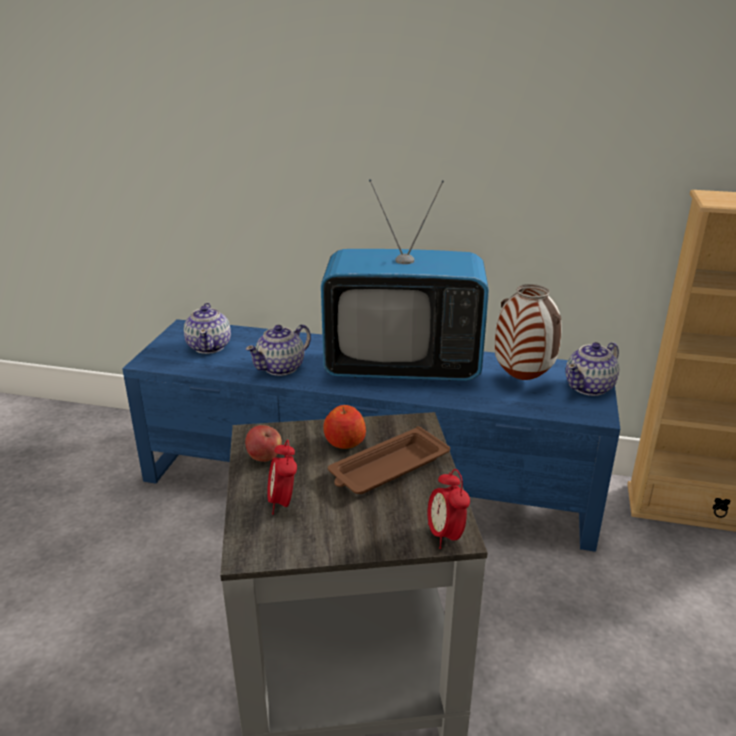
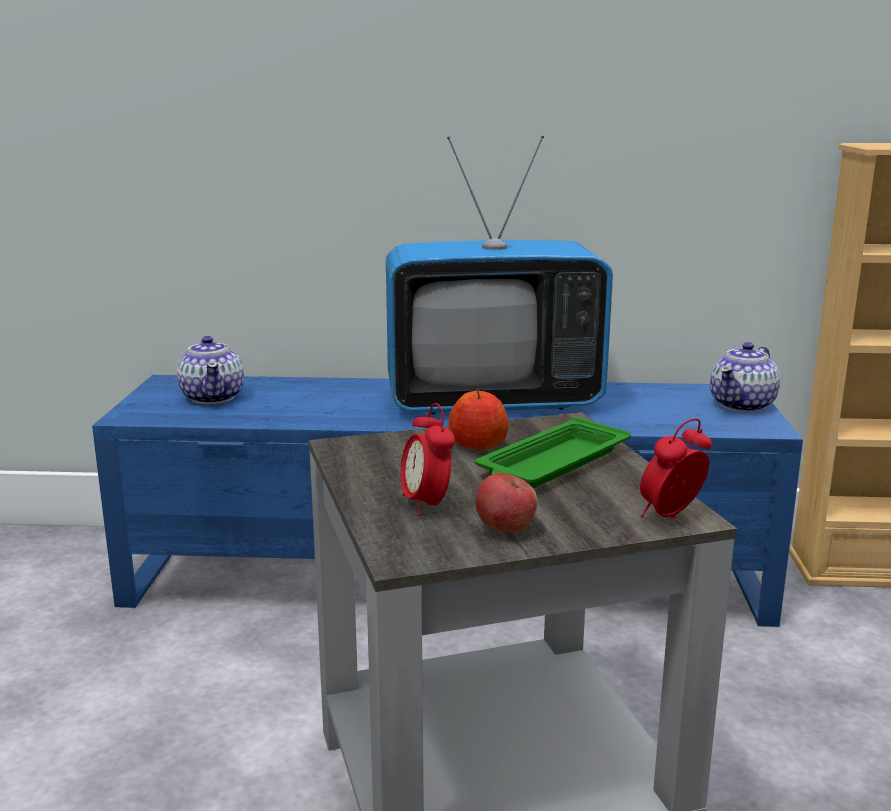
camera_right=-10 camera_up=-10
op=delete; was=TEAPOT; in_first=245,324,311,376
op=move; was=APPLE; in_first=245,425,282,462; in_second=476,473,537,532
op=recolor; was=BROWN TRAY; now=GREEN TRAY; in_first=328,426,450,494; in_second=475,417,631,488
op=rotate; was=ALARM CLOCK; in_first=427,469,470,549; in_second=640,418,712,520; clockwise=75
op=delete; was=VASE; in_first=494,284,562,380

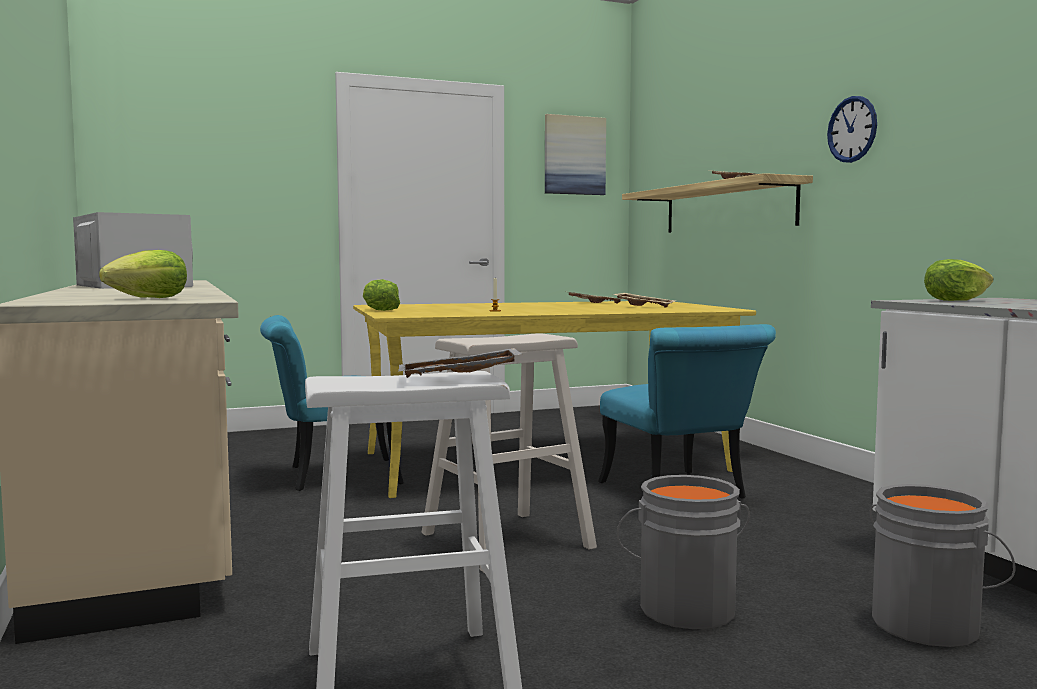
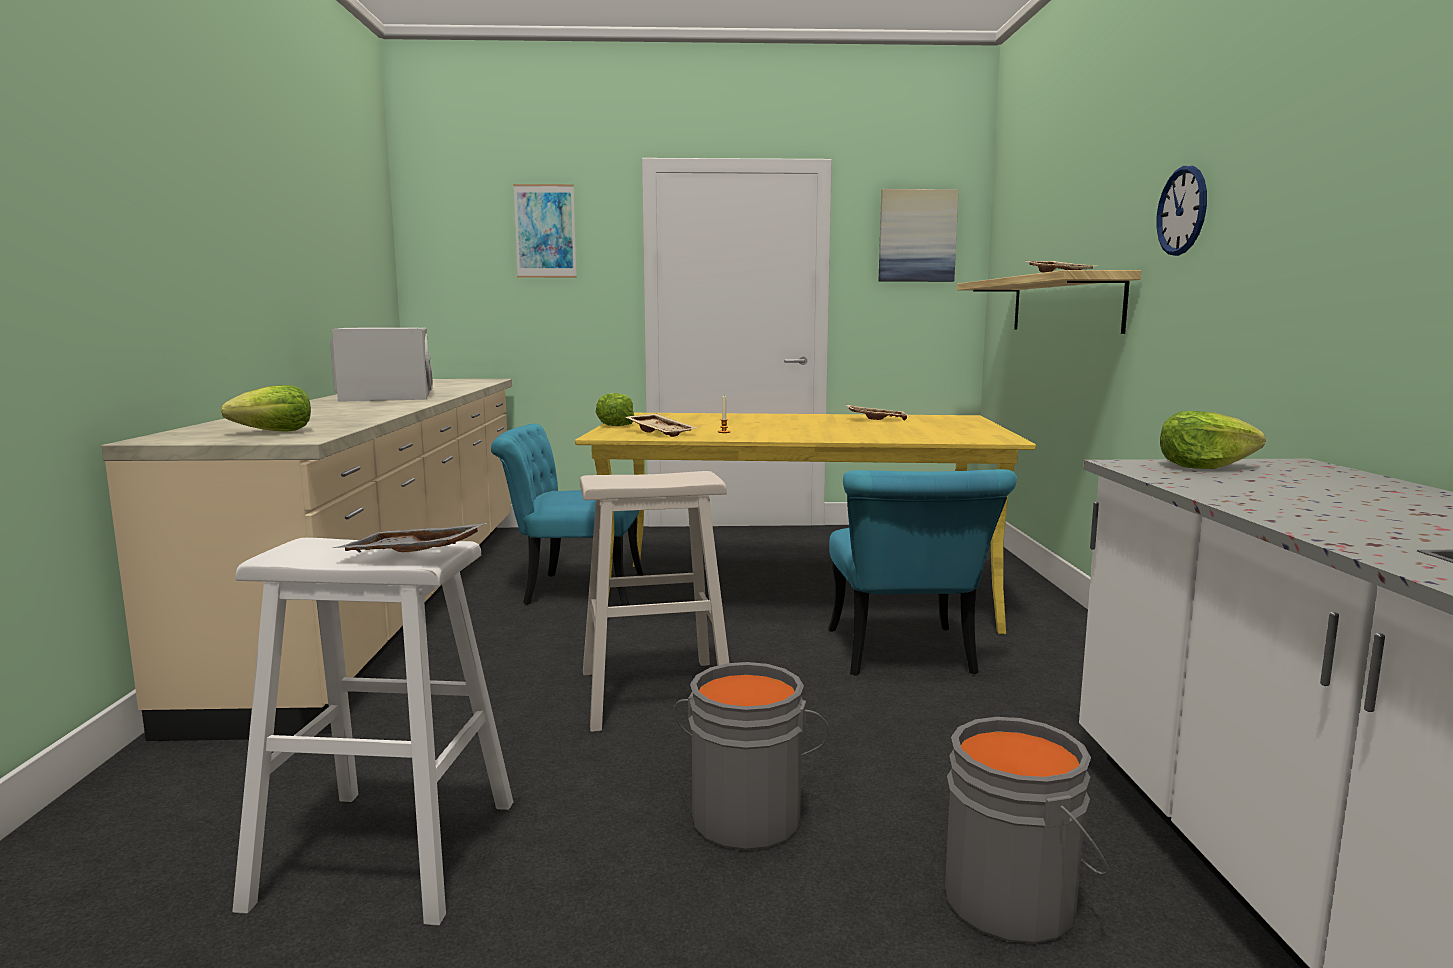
camera_right=20 camera_up=5
op=move; was=BEIGE TRAY; in_first=613,293,676,307; in_second=626,414,698,437
op=insert; now=PICTURE; in_second=513,184,577,278

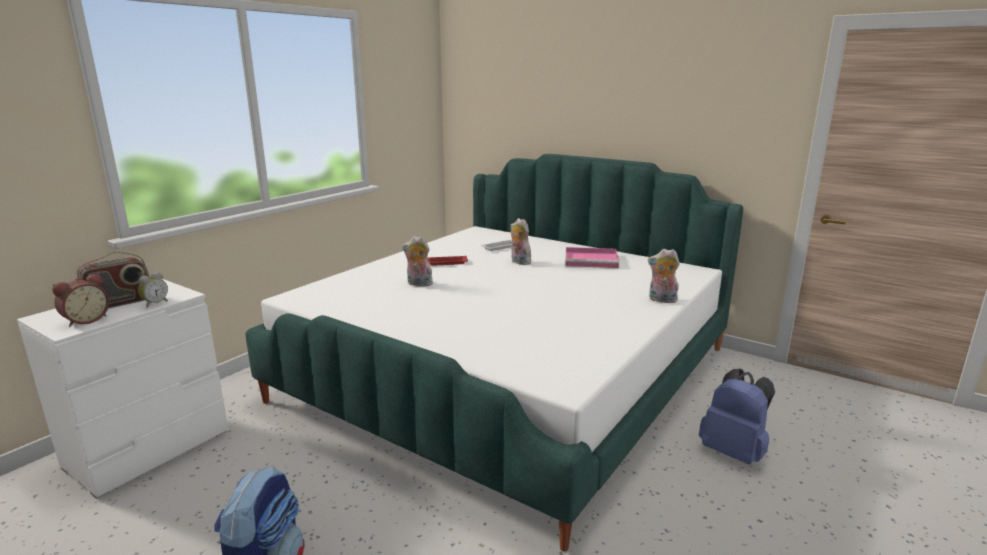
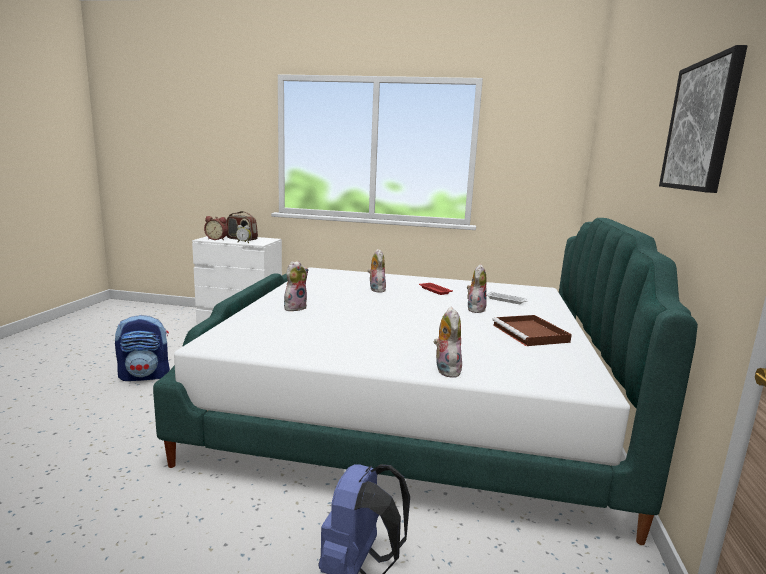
camera_right=65 camera_up=-5
op=recolor; was=PINK TRAY; now=BROWN TRAY; in_first=566,247,619,268; in_second=492,315,572,346
op=insert; now=PLUSH TOY; in_second=284,261,308,311
op=insert; now=PICTURE; in_second=659,45,747,193

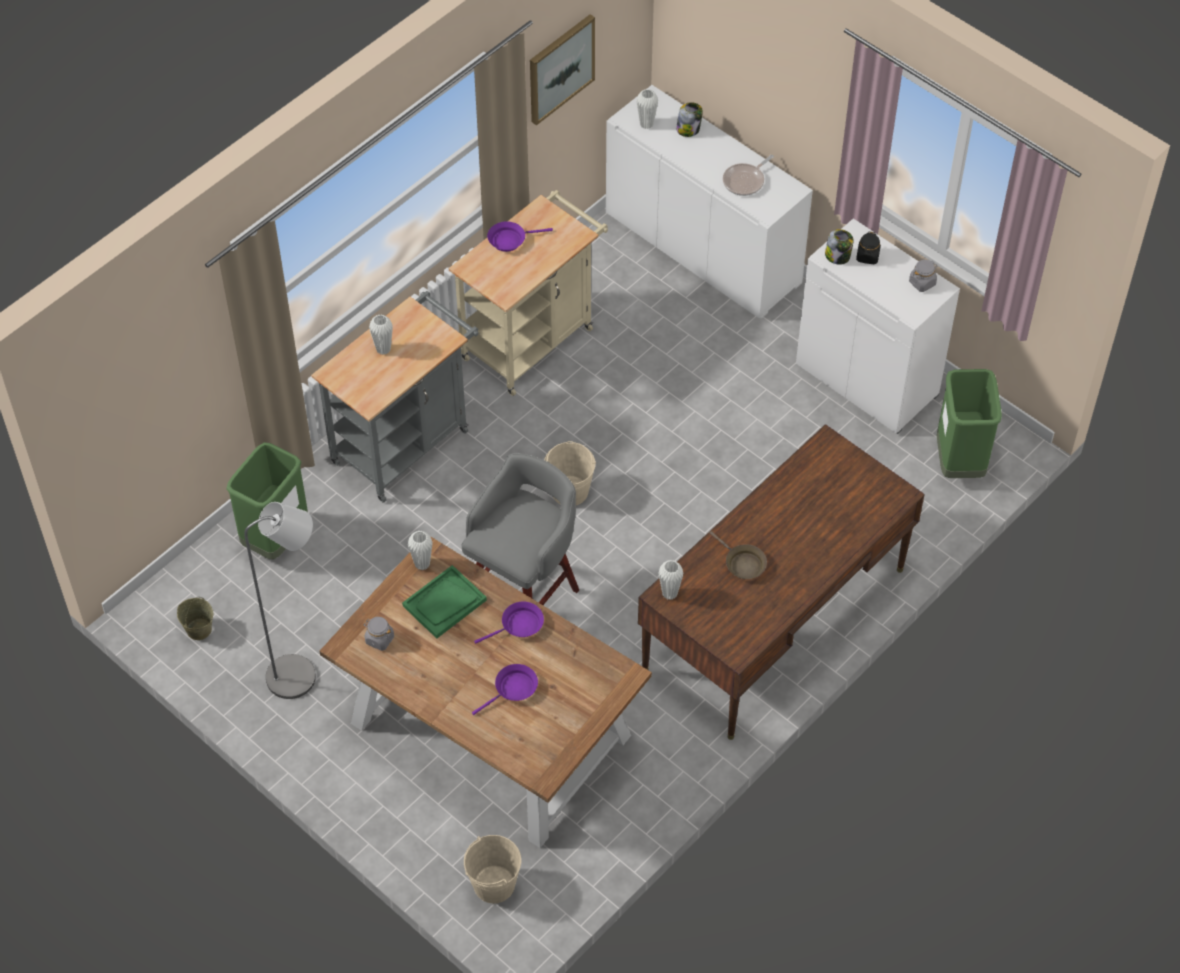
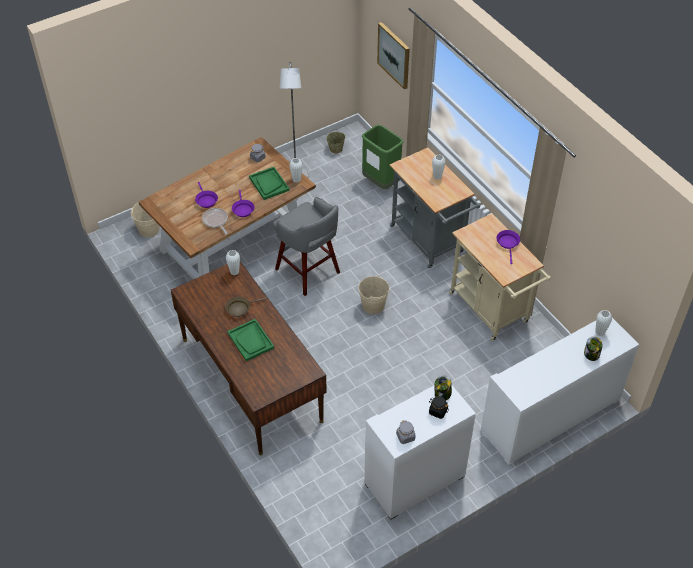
camera_right=105 camera_up=-5
op=move; was=PICTURE; in_first=530,14,595,126; in_second=377,22,410,89
op=move; was=FRYING PAN; in_first=723,155,774,196; in_second=202,208,228,234
op=delete; was=GREEN TRASH CAN; in_first=937,369,1002,478
op=insert; now=GREEN TRAY; in_second=227,319,274,361

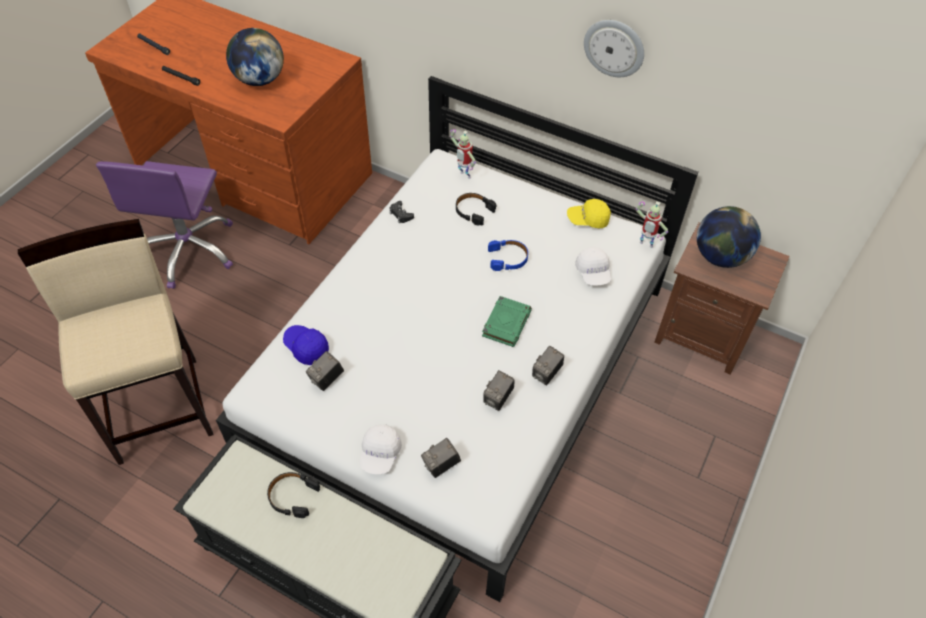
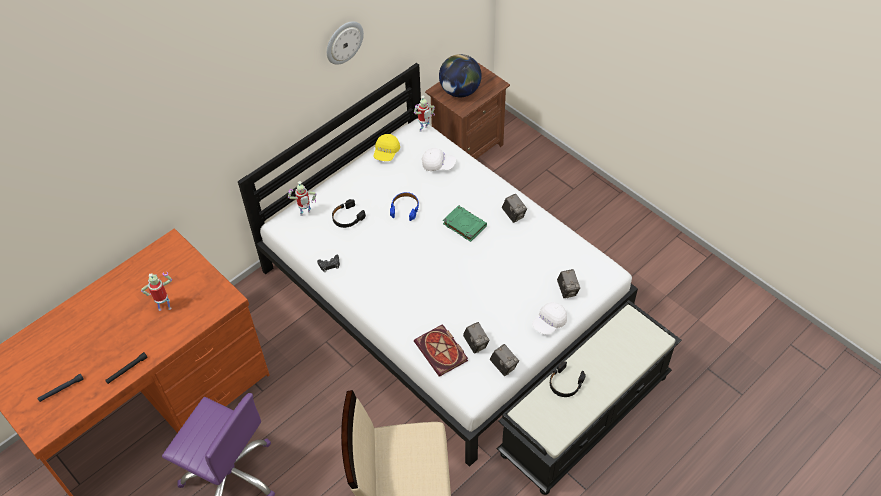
camera_right=-70 camera_up=0
op=replace; was=GLOBE; now=TOY ROBOT; in_first=226,28,284,86; in_second=141,272,172,311
op=replace; was=BLUE CAP; now=BOOK; in_first=283,325,329,365; in_second=414,324,468,377
op=rotate; was=WHITE CAP; in_first=360,424,402,475; in_second=532,302,567,335; clockwise=105
op=move; was=PHOTO CAMERA; in_first=483,370,514,411; in_second=490,344,519,376

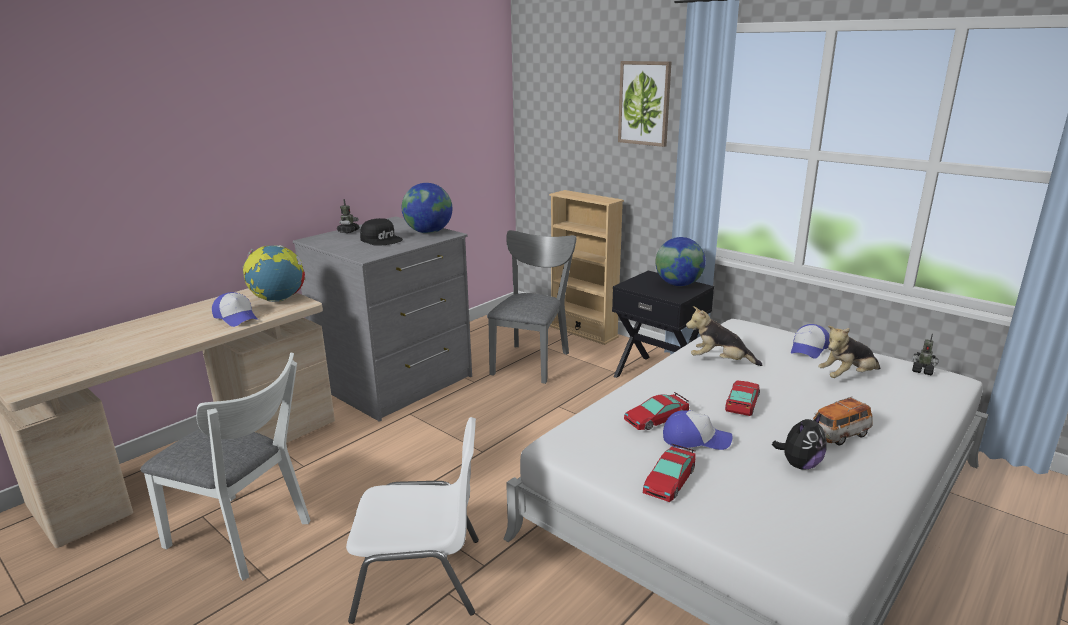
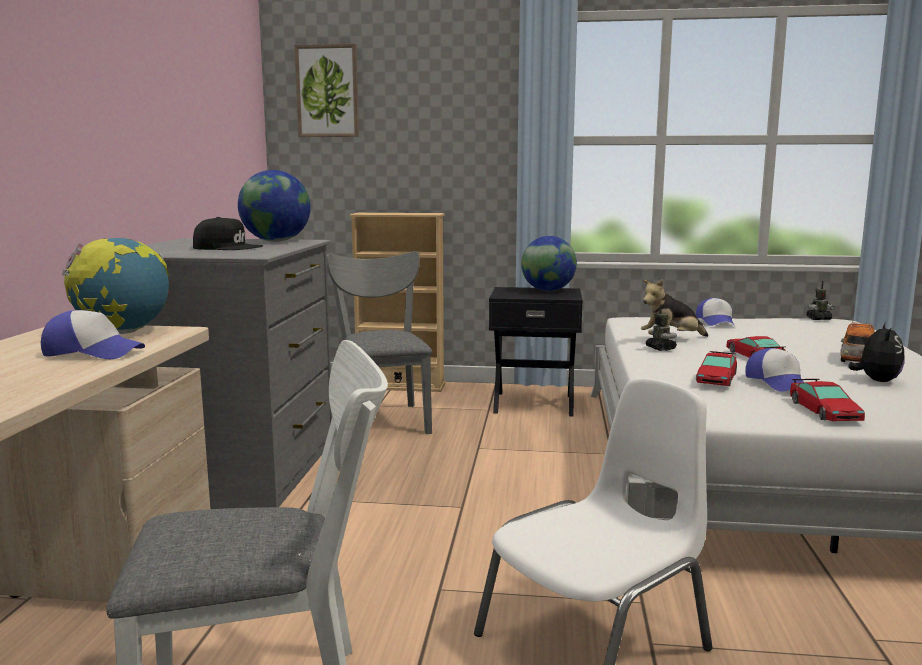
camera_right=-35 camera_up=-10
op=move; was=TOY ROBOT; in_first=337,199,359,233; in_second=646,304,677,351
op=move; was=PICTURE; in_first=618,61,671,147; in_second=294,44,359,137
op=rotate; was=CAP; in_first=663,410,733,450; in_second=745,348,803,392; clockwise=105
op=delete; was=PLUSH TOY; in_first=818,326,880,378

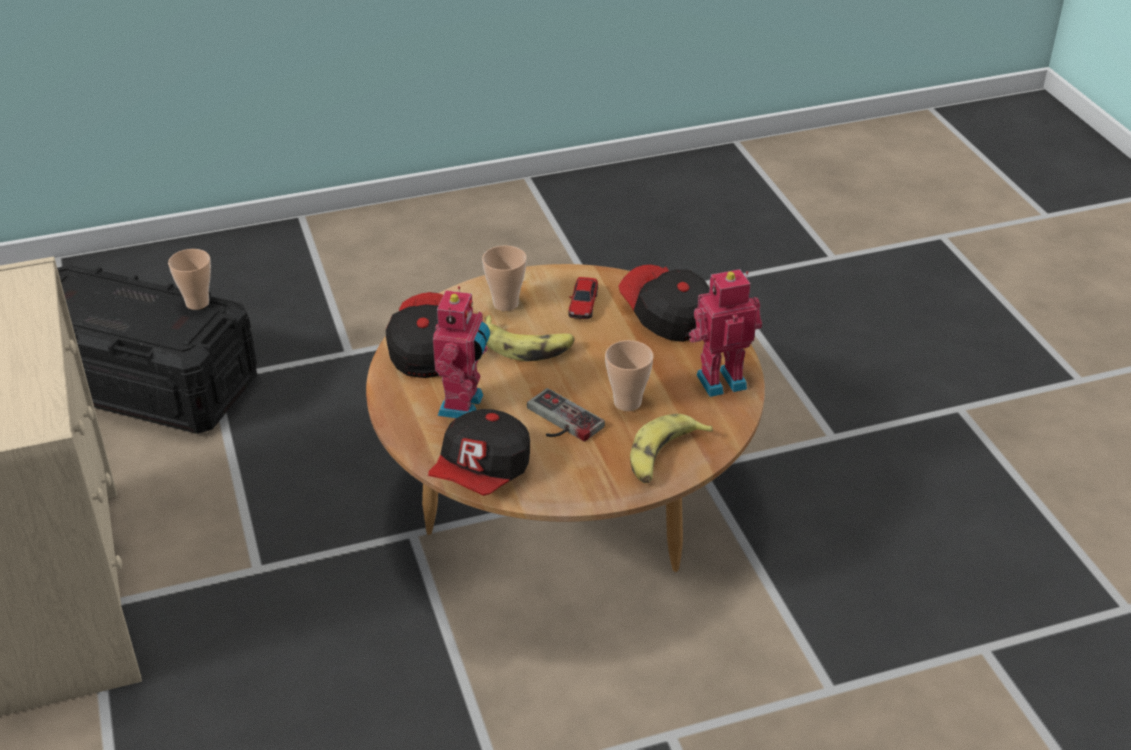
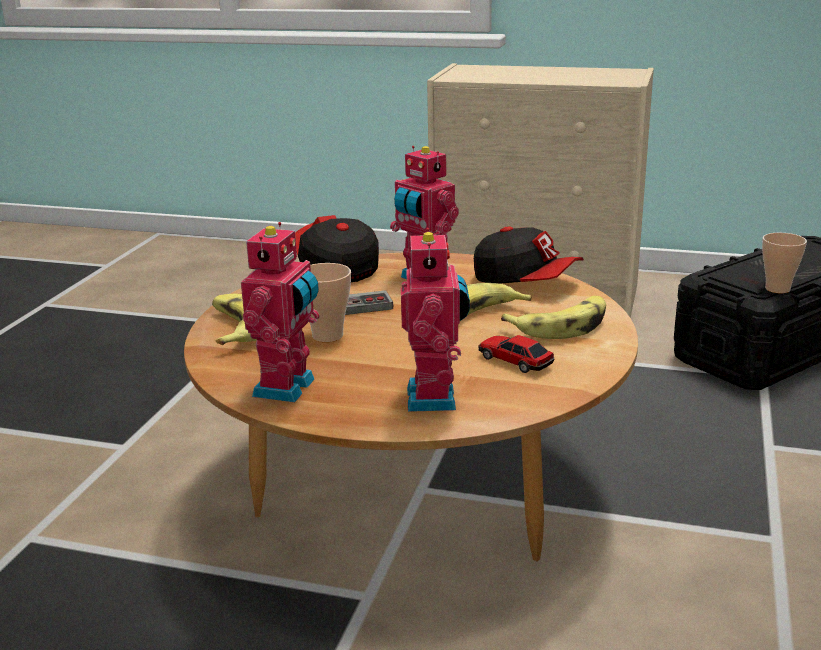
camera_right=125 camera_up=-15
op=replace; was=CUP; now=BANANA; in_first=482,245,527,311; in_second=501,296,606,339
op=replace; was=CAP; now=TOY ROBOT; in_first=618,265,709,342; in_second=401,228,470,412

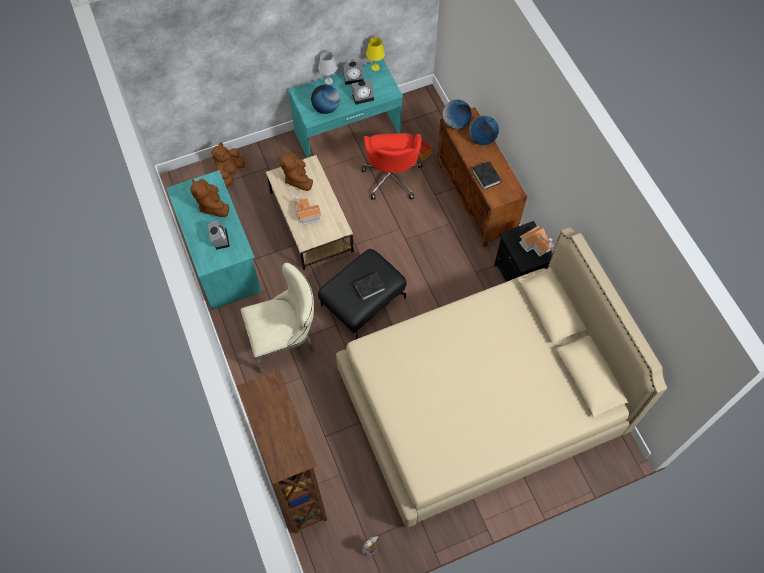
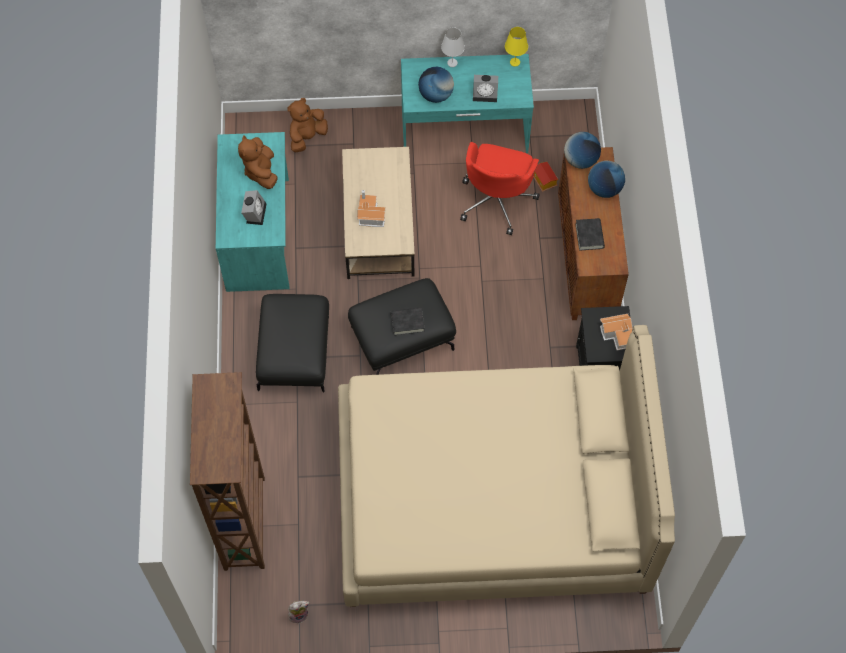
camera_right=20 camera_up=0
op=replace; was=BEIGE CHAIR; now=BLACK OTTOMAN; in_first=241,262,314,374; in_second=256,294,329,393
op=delete; was=BROWN PLUSH TOY; in_first=280,151,313,191
op=delete; was=ALARM CLOCK; in_first=343,61,364,85

